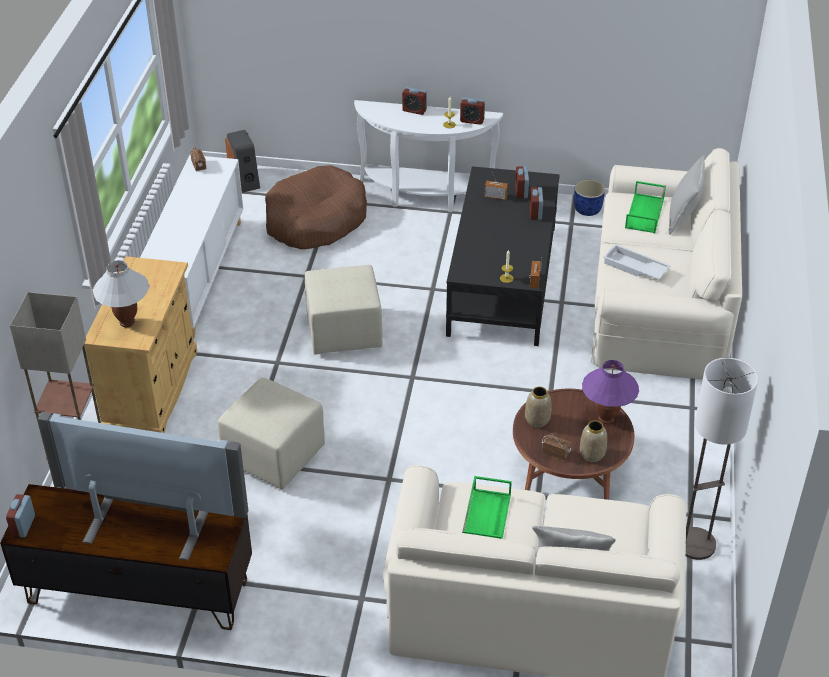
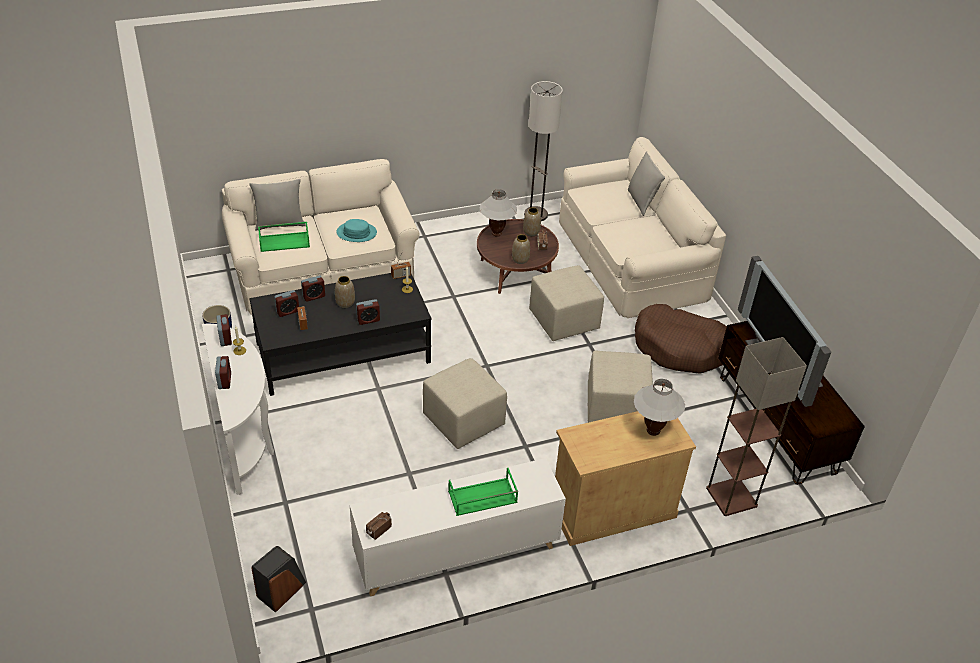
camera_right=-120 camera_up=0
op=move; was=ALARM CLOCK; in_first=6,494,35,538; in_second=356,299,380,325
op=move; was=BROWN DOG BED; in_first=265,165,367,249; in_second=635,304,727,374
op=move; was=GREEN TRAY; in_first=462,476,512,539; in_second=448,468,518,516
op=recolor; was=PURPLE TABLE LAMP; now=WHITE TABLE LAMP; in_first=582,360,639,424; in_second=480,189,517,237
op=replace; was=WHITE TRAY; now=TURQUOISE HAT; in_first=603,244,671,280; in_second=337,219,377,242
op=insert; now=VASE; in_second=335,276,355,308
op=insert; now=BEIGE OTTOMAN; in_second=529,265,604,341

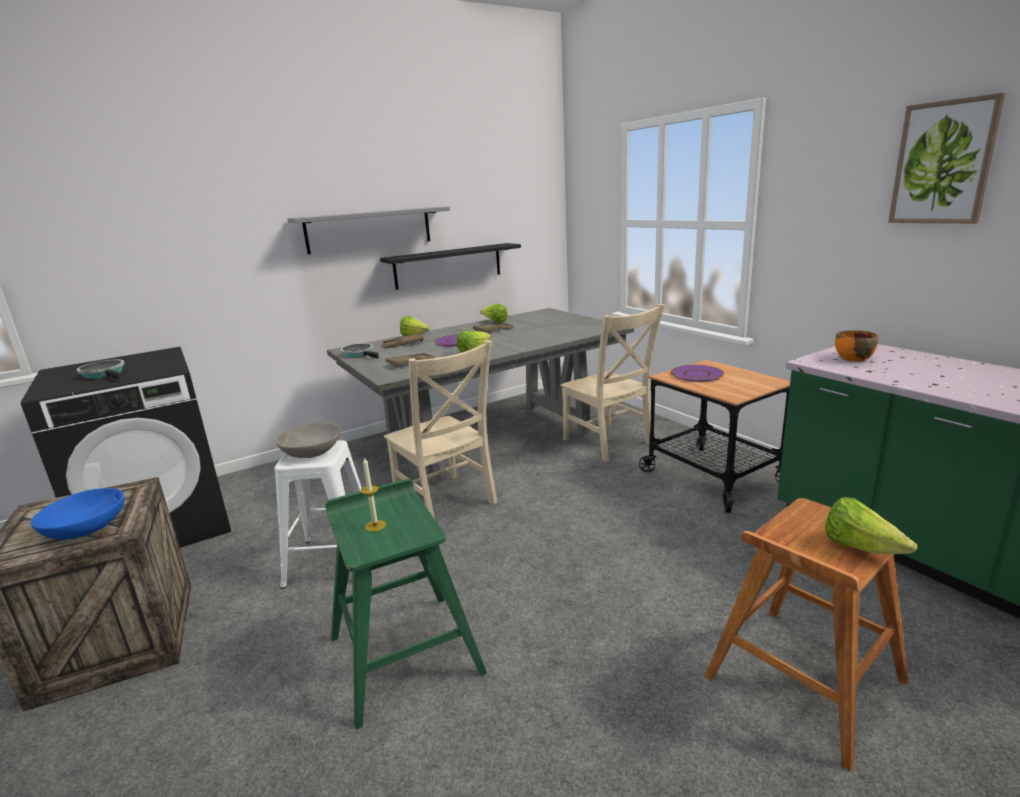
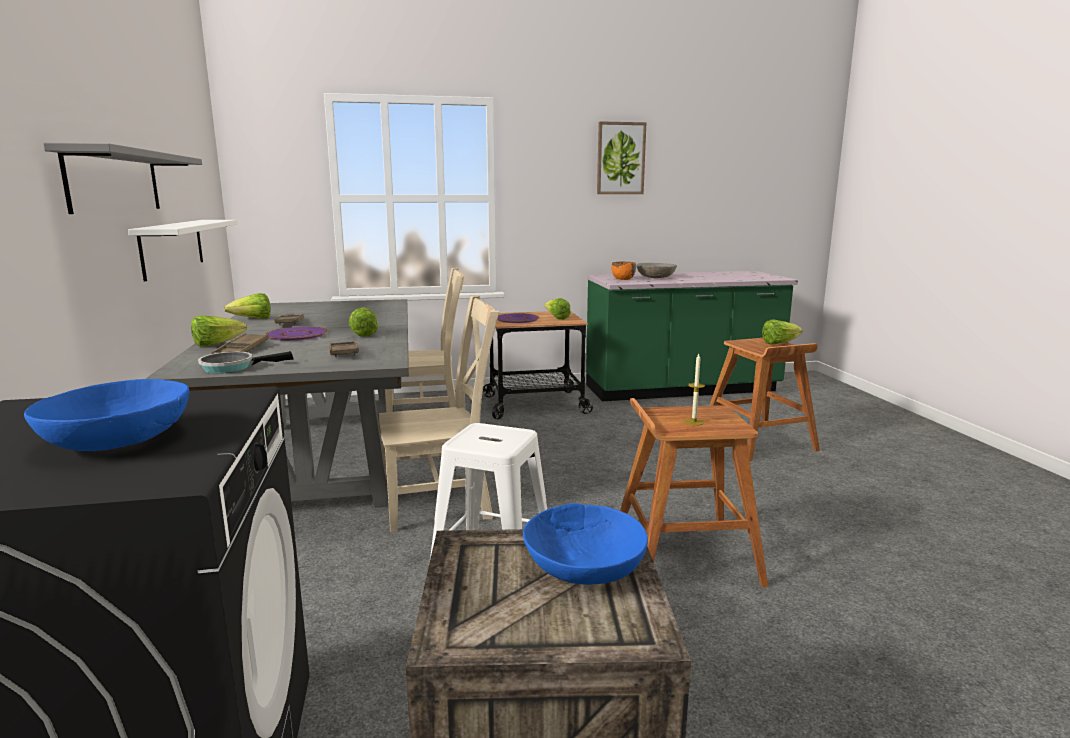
camera_right=-70 camera_up=-5
op=replace; was=FRYING PAN; now=BLUE BOWL; in_first=77,359,125,380; in_second=24,379,190,451
op=move; was=GREY BOWL; in_first=275,422,341,458; in_second=636,263,677,278
op=recolor; was=GREEN STOOL; now=BROWN STOOL; in_first=325,479,487,729; in_second=620,398,768,587
op=recolor; was=BLACK SHELF; now=WHITE SHELF; in_first=380,243,521,290; in_second=128,220,238,281
op=insert; now=LETTUCE; in_second=544,298,571,320

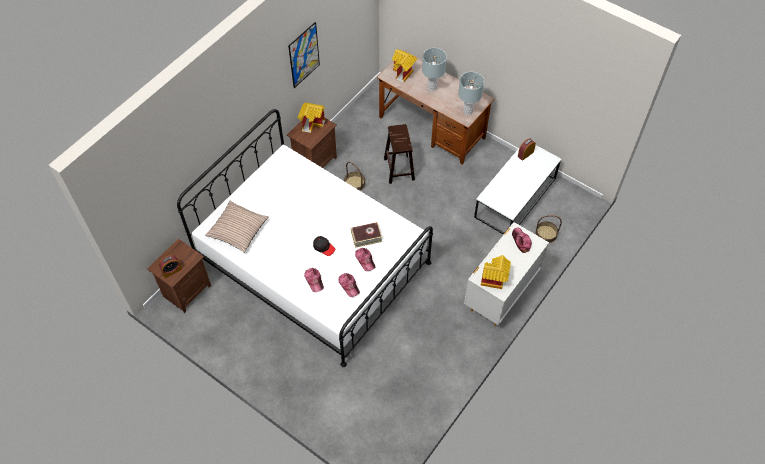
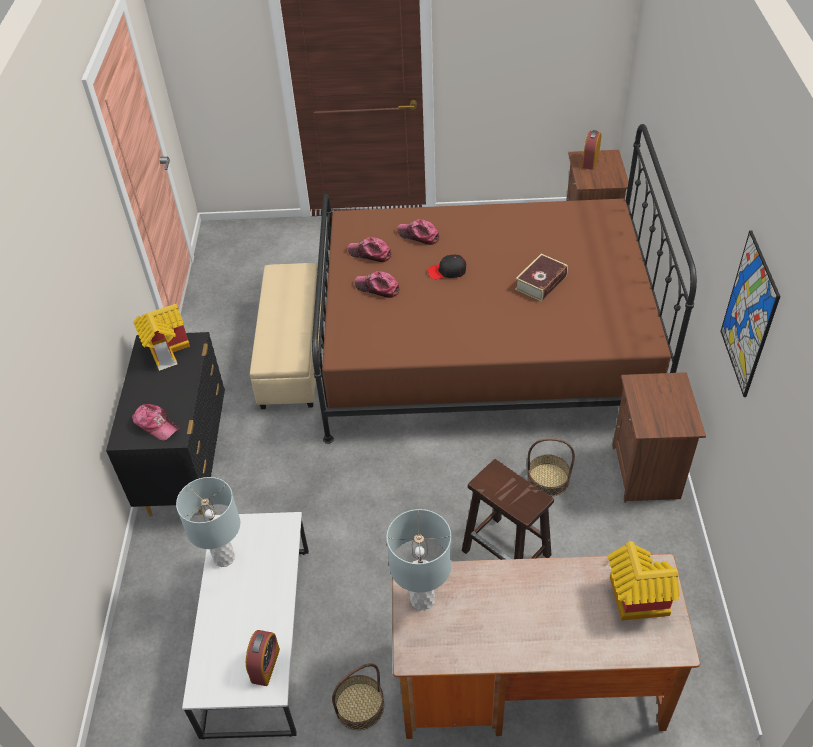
camera_right=145 camera_up=-10
op=recolor; was=WHITE BED; now=BROWN BED; in_first=177,109,433,367; in_second=312,124,697,444
op=delete; was=PILLOW; in_first=205,201,269,253
op=delete; was=TOY HOUSE; in_first=297,102,325,133
op=move; was=BOOK; in_first=351,222,382,248; in_second=515,254,568,302
op=move; was=GREY TABLE LAMP; in_first=422,48,447,91; in_second=176,477,241,567
op=recolor; was=WHITE DRESSER; now=BLACK DRESSER; in_first=464,222,549,327; in_second=106,332,225,517
op=move; was=BASKET; in_first=535,215,562,243; in_second=332,663,384,730
op=insert; now=BEIGE OTTOMAN; in_second=250,263,322,409

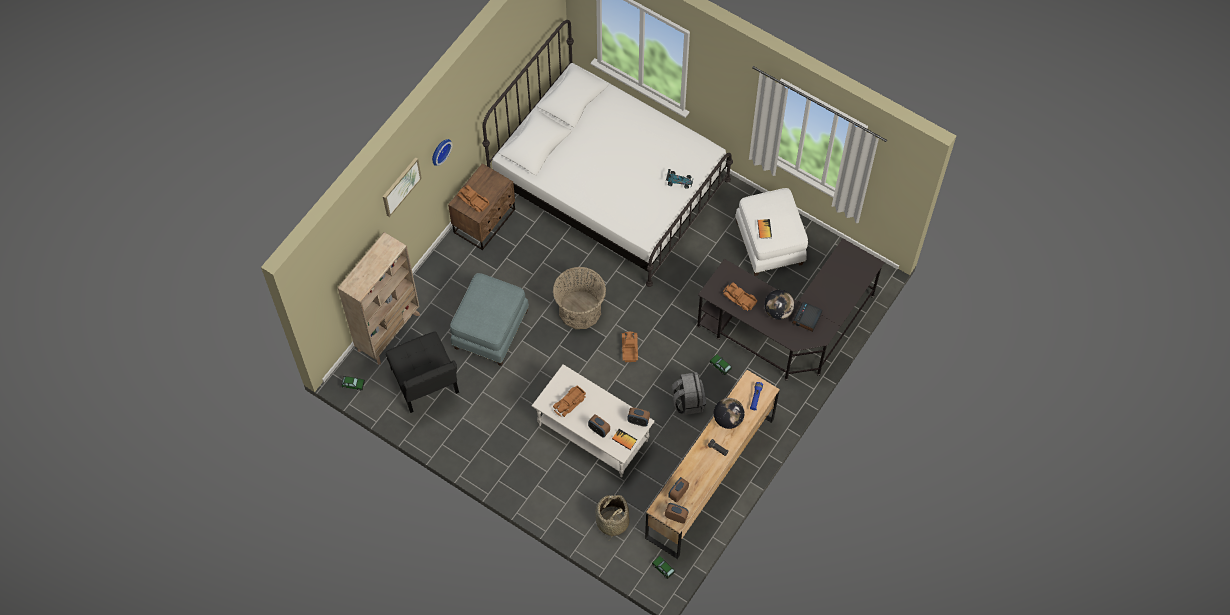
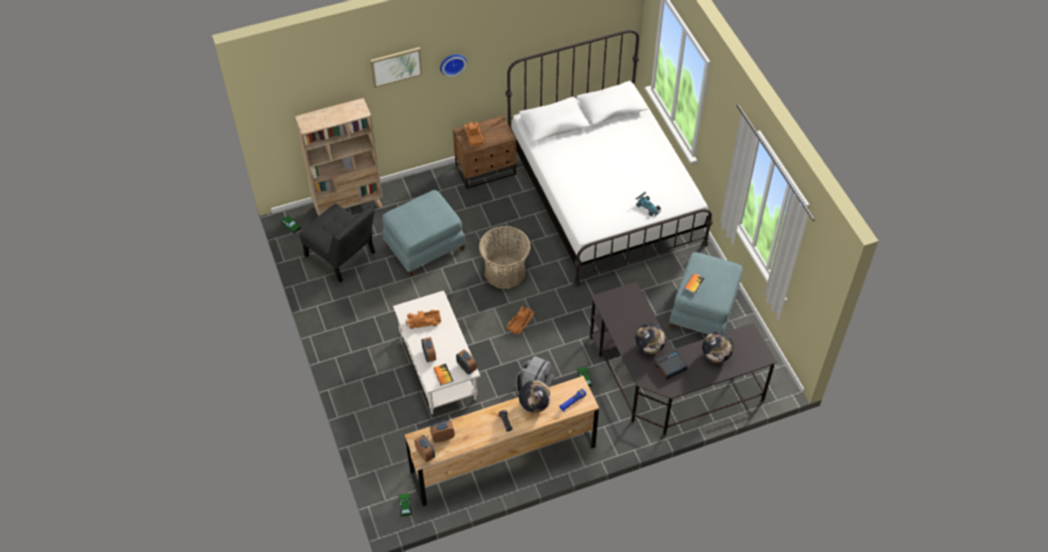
camera_right=35 camera_up=-10
op=rotate; was=BLACK CHAIR; in_first=386,331,459,413; in_second=300,204,375,283; clockwise=-60
op=delete; was=BASKET; in_first=595,495,630,538
op=delete; was=TOY TRUCK; in_first=723,282,757,311
op=recolor; was=WHITE OTTOMAN; now=BLUE OTTOMAN; in_first=735,188,808,276; in_second=669,252,743,335
op=insert; now=GLOBE; in_second=702,332,734,363

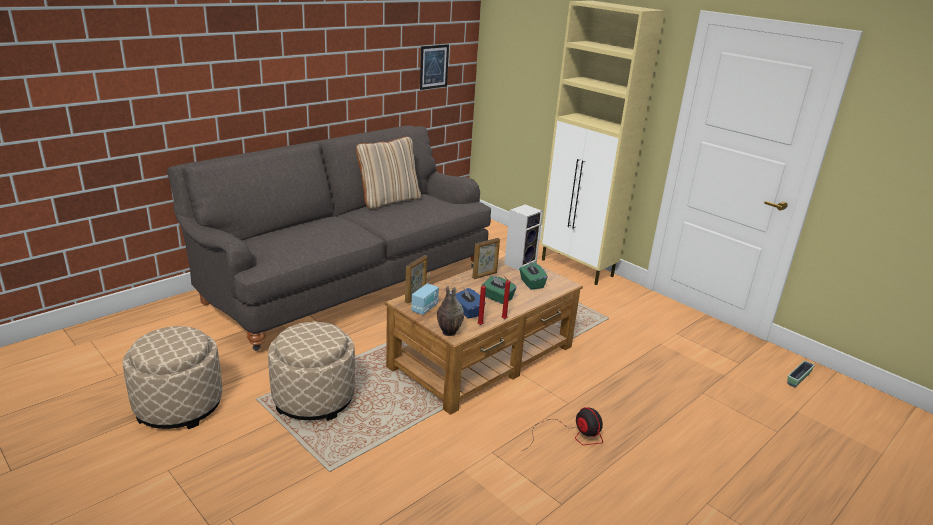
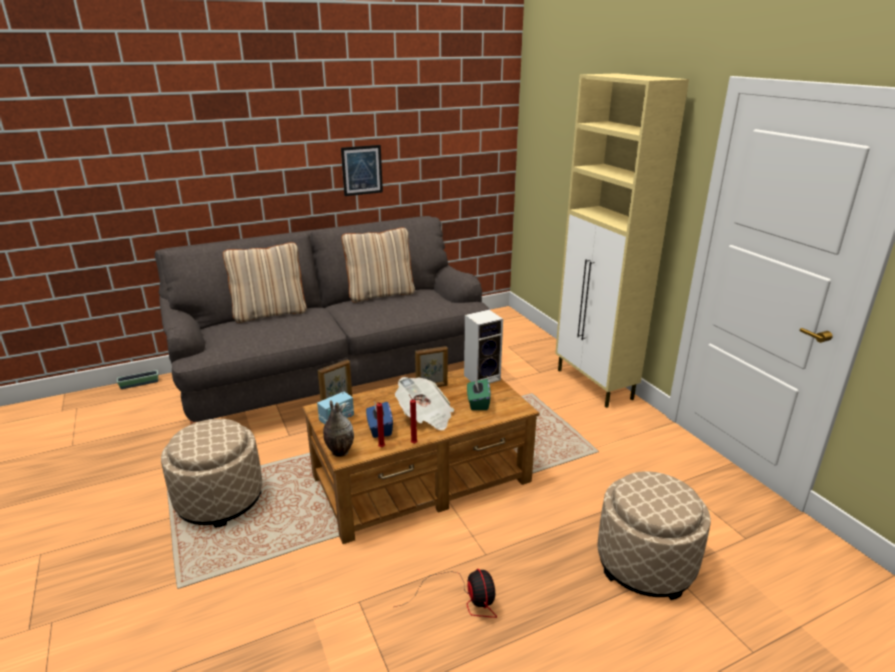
camera_right=20 camera_up=0
op=move; was=BEIGE OTTOMAN; in_first=123,326,222,429; in_second=597,471,711,600
op=move; was=PICTURE; in_first=420,44,449,90; in_second=341,145,383,196
op=replace; was=GREEN TISSUE BOX; now=NEWSPAPER; in_first=481,276,517,304; in_second=395,377,454,431
op=move; was=PLANTER; in_first=787,360,815,387; in_second=117,370,158,389
op=insert; now=BEIGE PILLOW; in_second=223,242,307,323

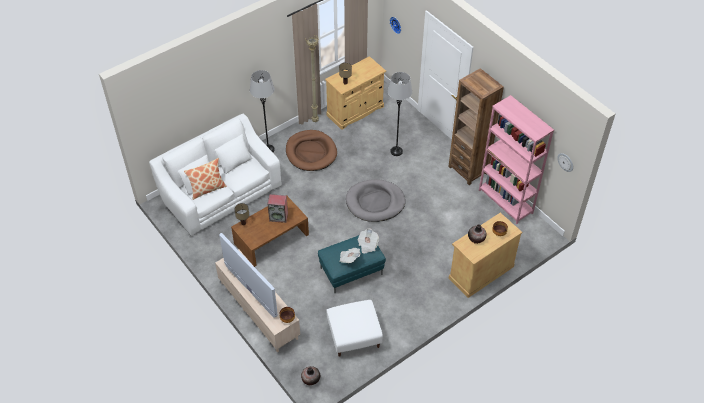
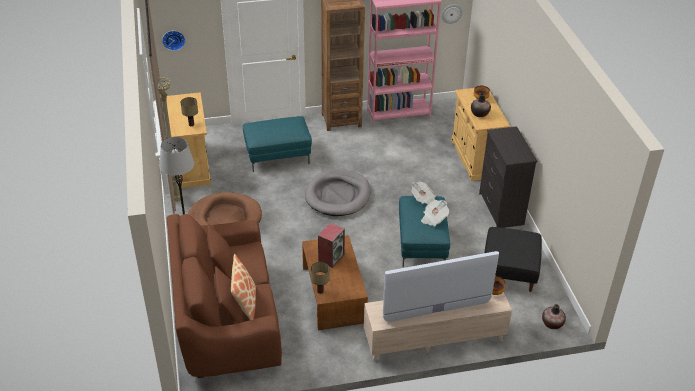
camera_right=-65 camera_up=-10
op=recolor; was=WHITE SOFA; now=BROWN SOFA; in_first=149,114,282,235; in_second=166,214,282,378
op=recolor; was=WHITE OTTOMAN; now=BLACK OTTOMAN; in_first=326,300,383,357; in_second=484,227,542,292
op=replace; was=GREY FLOOR LAMP; now=TURQUOISE OTTOMAN; in_first=388,72,412,156; in_second=243,116,312,172
op=insert; now=BLACK DRESSER; in_second=479,126,537,228

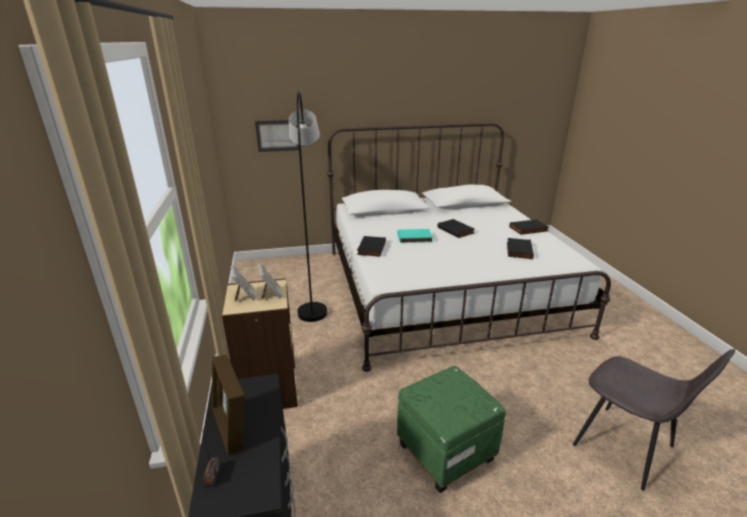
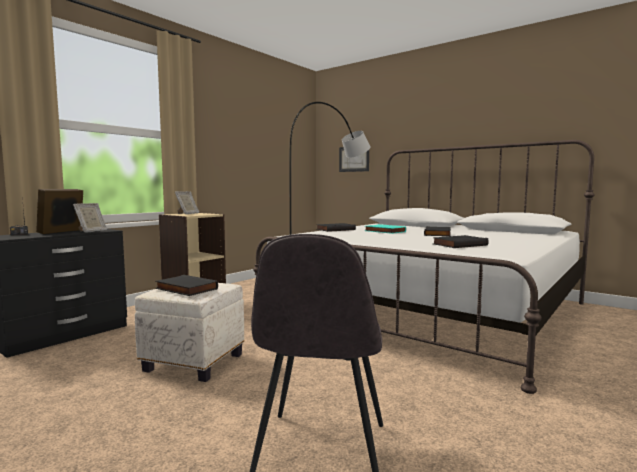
camera_right=50 camera_up=-20
op=move; was=PICTURE FRAME; in_first=258,263,282,299; in_second=73,203,107,232
op=recolor; was=GREEN OTTOMAN; now=WHITE OTTOMAN; in_first=397,366,506,493; in_second=135,283,244,382
op=move; was=BLACK BOOK; in_first=509,219,549,235; in_second=155,275,218,296

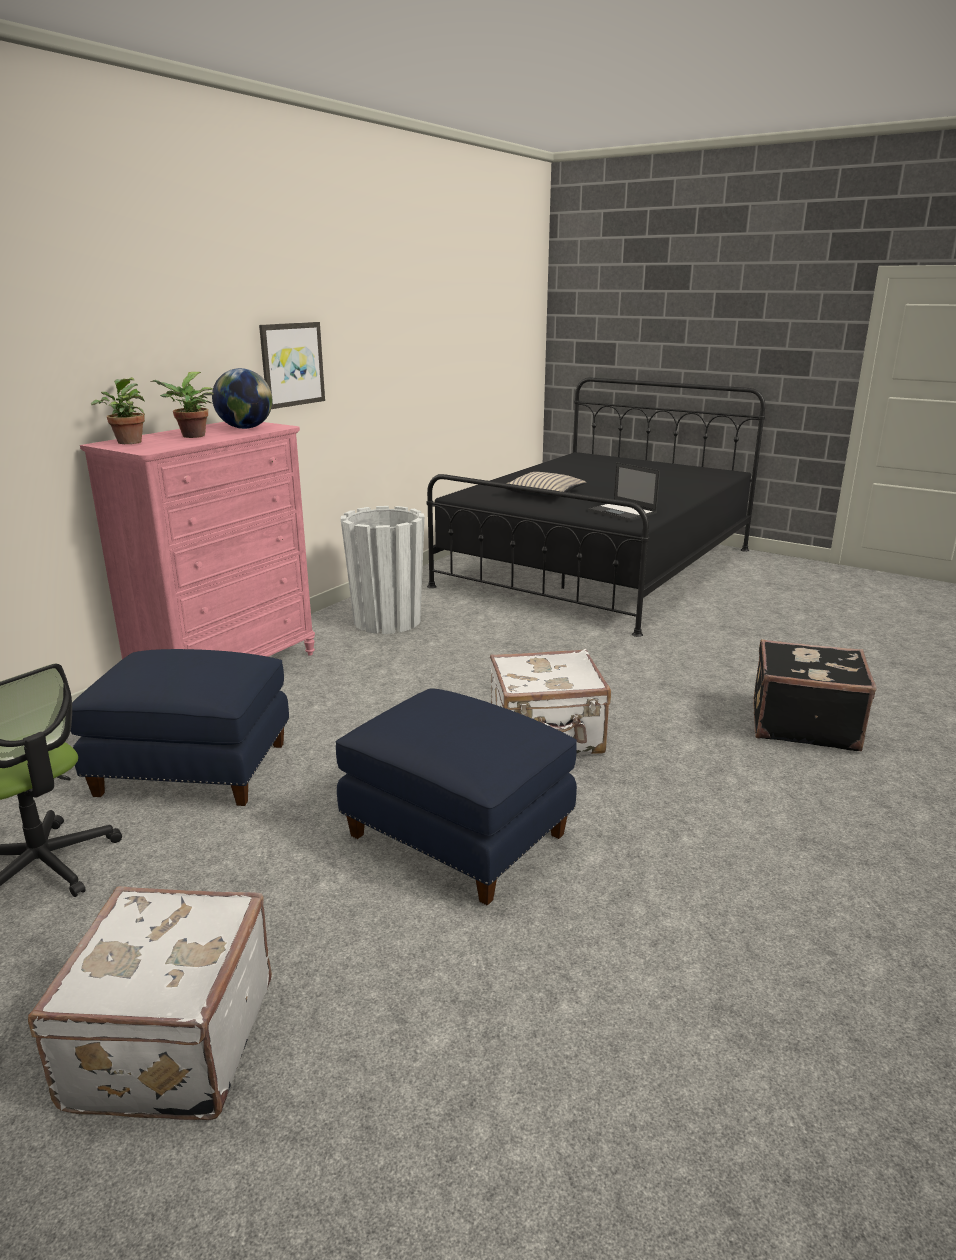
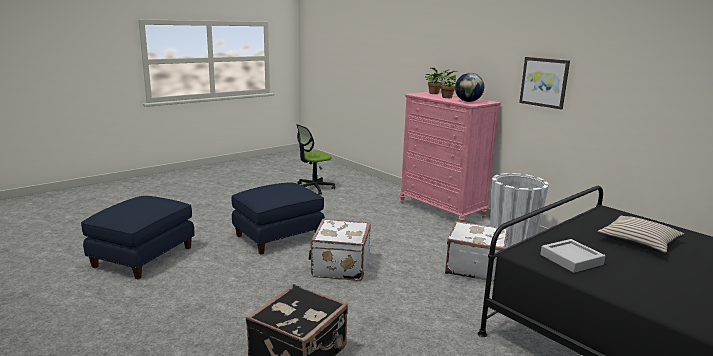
camera_right=105 camera_up=-5
op=move; was=WHITE SUITCASE; in_first=28,886,272,1120; in_second=445,221,509,282
op=move; was=BLUE OTTOMAN; in_first=71,649,289,806; in_second=81,196,195,279
op=replace; was=LAPTOP; now=GREY TRAY; in_first=588,462,660,521; in_second=540,239,605,273

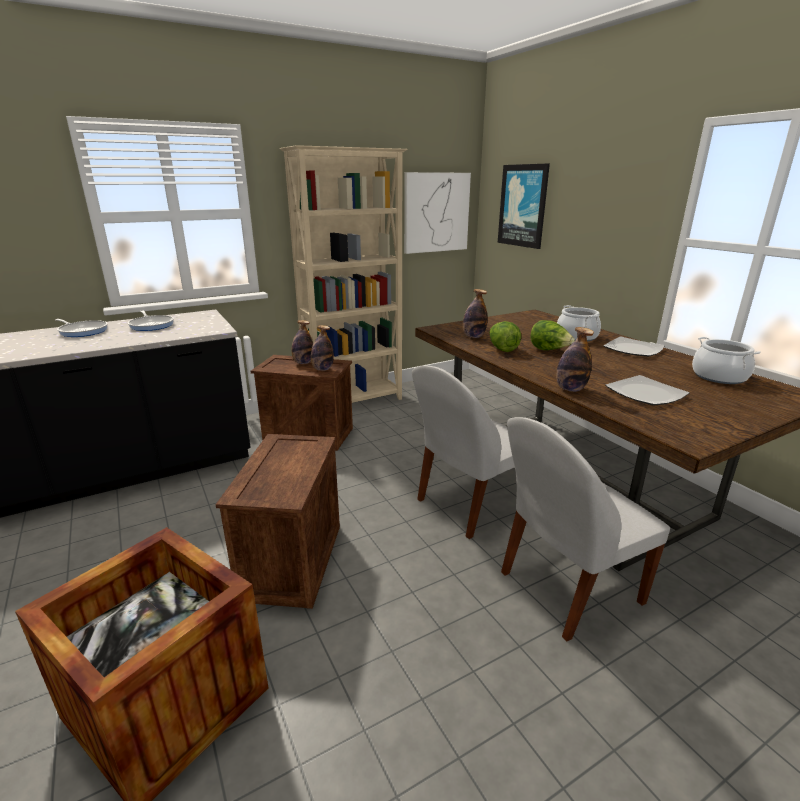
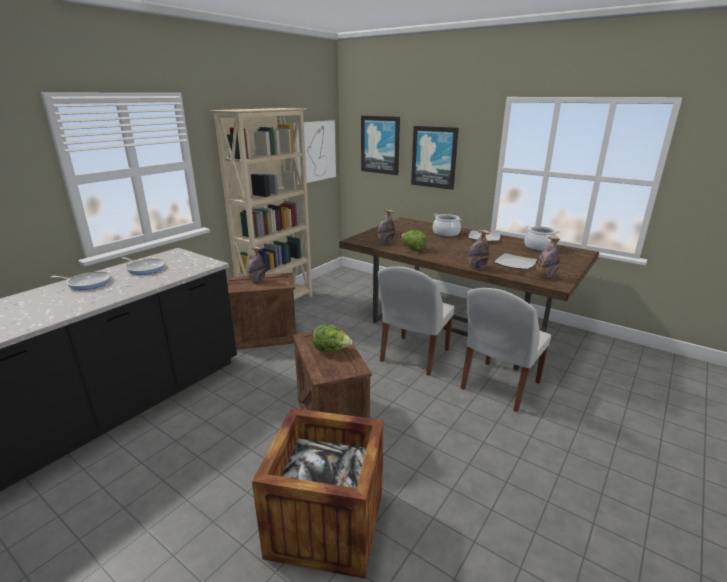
camera_right=-25 camera_up=0
op=move; was=BOTTLE; in_first=311,325,334,371; in_second=536,236,560,278
op=move; was=LETTUCE; in_first=530,320,575,350; in_second=313,325,352,352
op=insert; now=PICTURE; in_second=411,126,459,190

